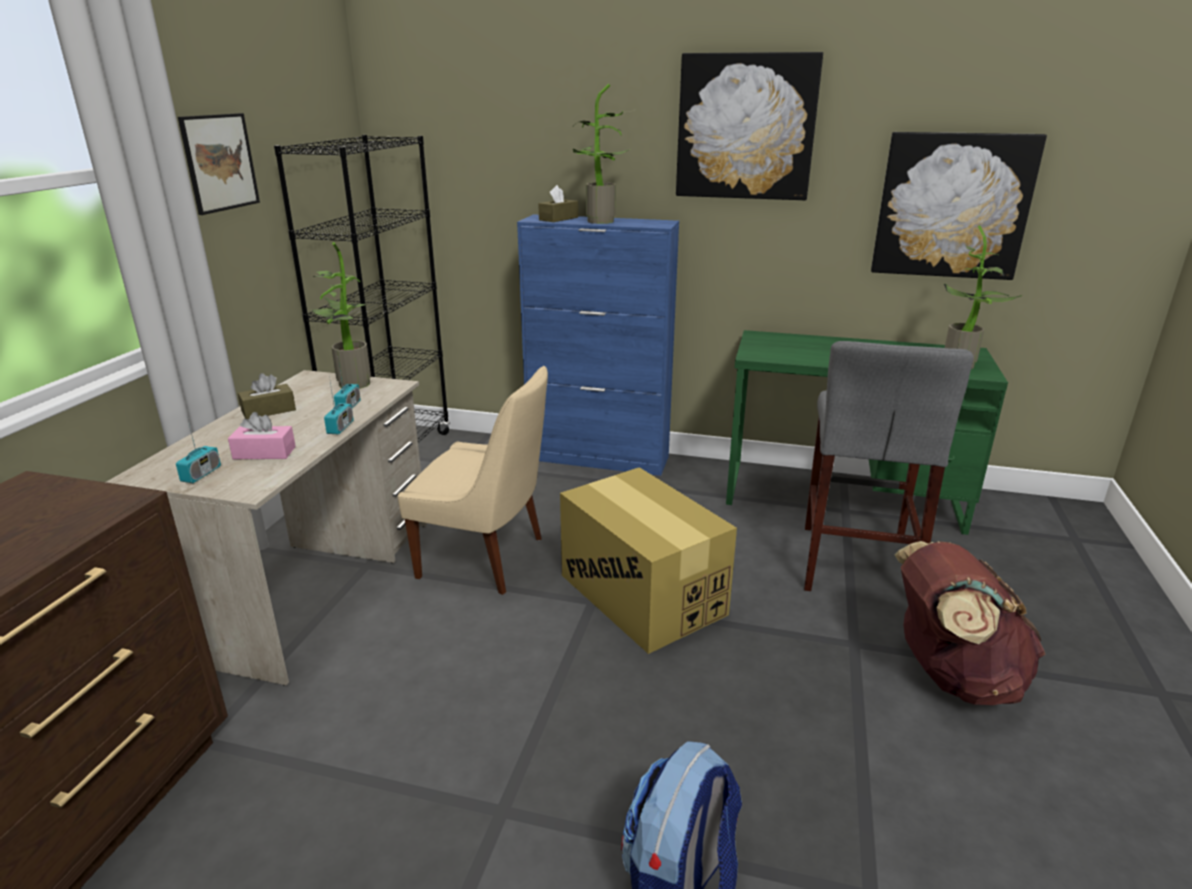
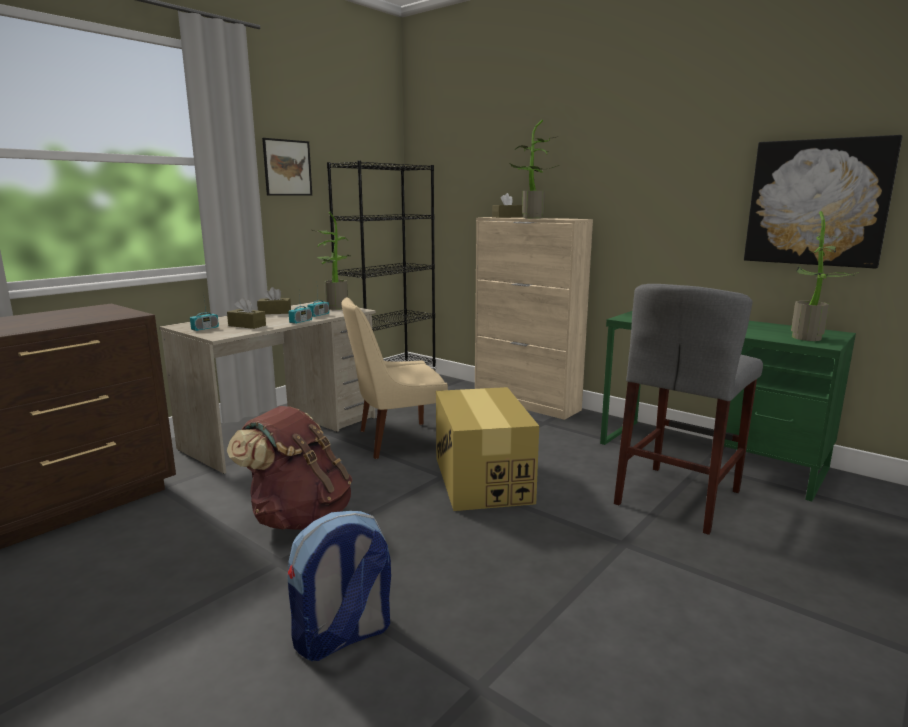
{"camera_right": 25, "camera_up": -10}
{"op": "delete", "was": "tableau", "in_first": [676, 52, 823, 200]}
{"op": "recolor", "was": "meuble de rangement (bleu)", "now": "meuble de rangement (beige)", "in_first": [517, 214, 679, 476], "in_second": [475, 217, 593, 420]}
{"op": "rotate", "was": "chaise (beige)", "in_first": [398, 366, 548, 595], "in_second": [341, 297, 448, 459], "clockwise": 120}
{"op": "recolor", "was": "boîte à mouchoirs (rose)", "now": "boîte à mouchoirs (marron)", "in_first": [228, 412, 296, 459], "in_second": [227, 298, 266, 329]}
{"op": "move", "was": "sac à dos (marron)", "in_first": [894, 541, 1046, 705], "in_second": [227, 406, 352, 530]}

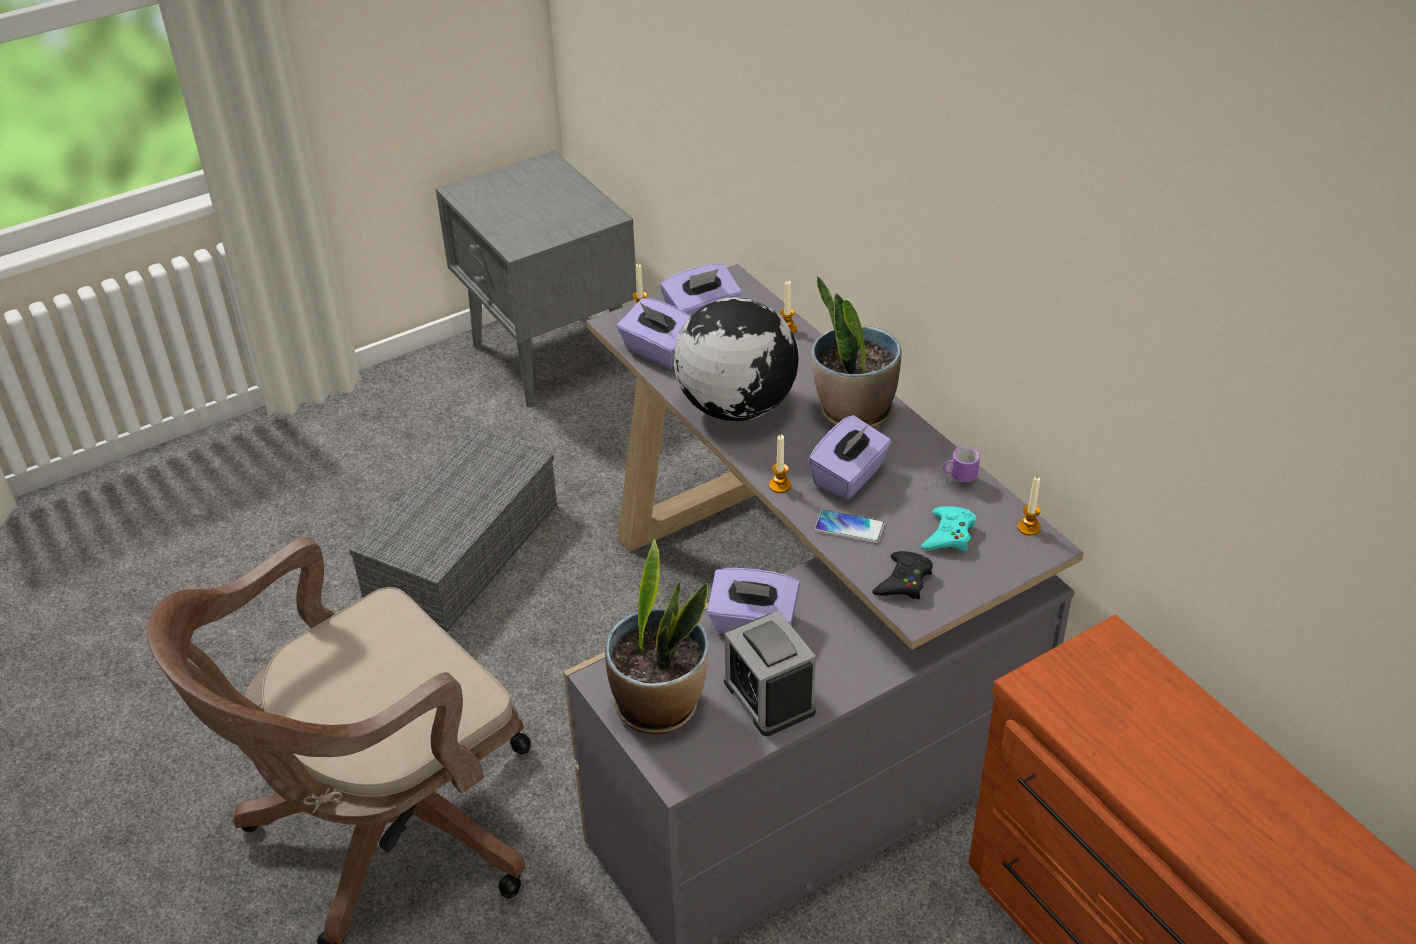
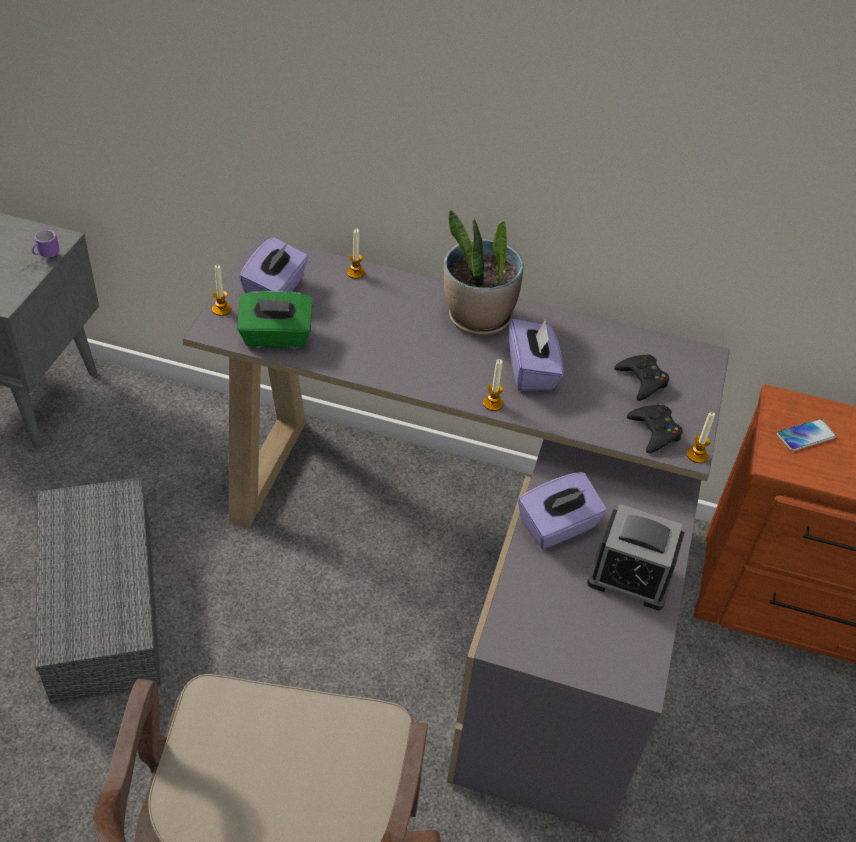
{"camera_right": -45, "camera_up": 5}
{"op": "delete", "was": "globe", "in_first": [673, 297, 799, 421]}
{"op": "recolor", "was": "boîte à mouchoirs (violet)", "now": "boîte à mouchoirs (vert)", "in_first": [617, 298, 691, 369], "in_second": [237, 290, 313, 349]}
{"op": "move", "was": "mug", "in_first": [920, 447, 980, 486], "in_second": [20, 230, 60, 272]}
{"op": "move", "was": "bougie", "in_first": [1017, 477, 1041, 536], "in_second": [687, 412, 715, 463]}
{"op": "recolor", "was": "manette (turquoise)", "now": "manette (noir)", "in_first": [921, 506, 976, 551], "in_second": [614, 354, 669, 401]}
{"op": "move", "was": "téléphone", "in_first": [815, 510, 885, 543], "in_second": [777, 419, 836, 451]}
{"op": "delete", "was": "plante en pot", "in_first": [605, 538, 709, 734]}

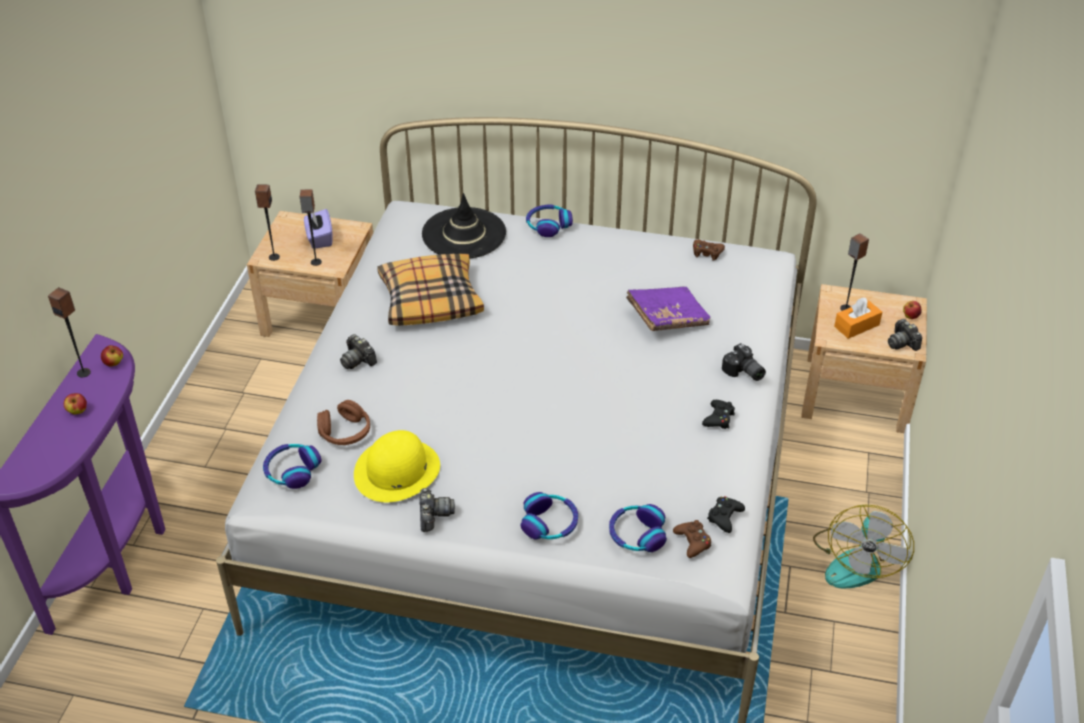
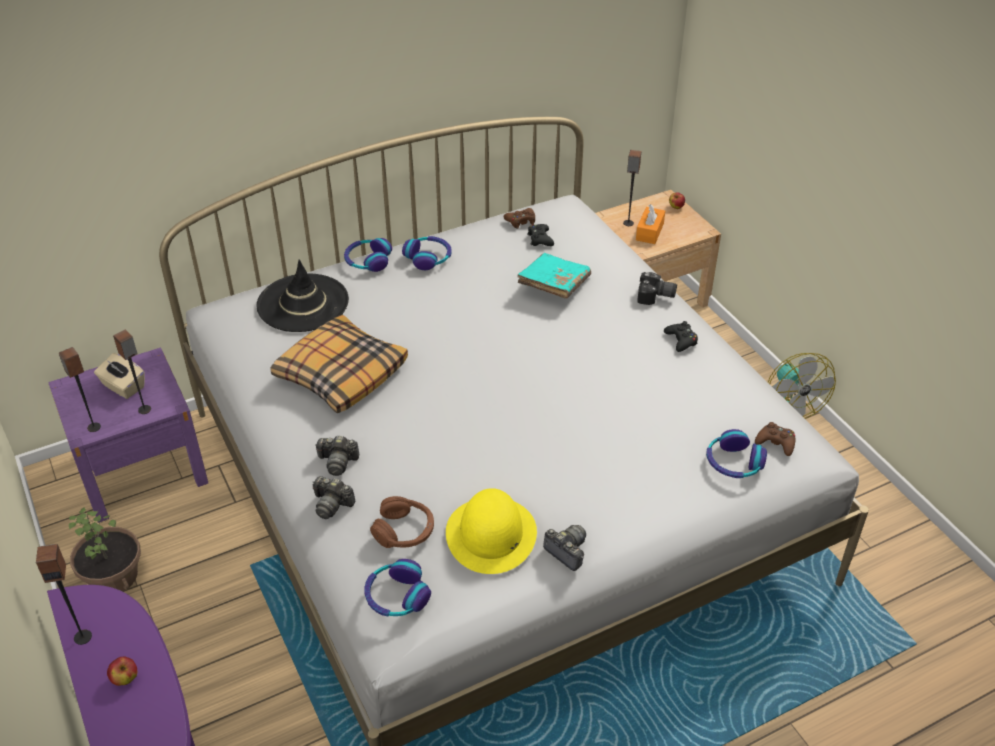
{"camera_right": -40, "camera_up": 0}
{"op": "recolor", "was": "boîte à mouchoirs (violet)", "now": "boîte à mouchoirs (beige)", "in_first": [304, 209, 333, 248], "in_second": [94, 353, 145, 399]}
{"op": "recolor", "was": "table de chevet (beige)", "now": "table de chevet (violet)", "in_first": [247, 211, 373, 337], "in_second": [48, 348, 208, 523]}
{"op": "recolor", "was": "livre (violet)", "now": "livre (turquoise)", "in_first": [626, 287, 710, 331], "in_second": [517, 253, 591, 299]}
{"op": "move", "was": "appareil photo", "in_first": [888, 319, 922, 351], "in_second": [313, 476, 356, 519]}
{"op": "delete", "was": "pomme", "in_first": [101, 345, 123, 367]}
{"op": "move", "was": "casque audio", "in_first": [521, 492, 578, 540], "in_second": [402, 236, 452, 270]}
{"op": "move", "was": "manette (noir)", "in_first": [707, 496, 745, 533], "in_second": [527, 224, 554, 246]}
{"op": "insert", "now": "plante en pot", "in_second": [69, 508, 141, 592]}

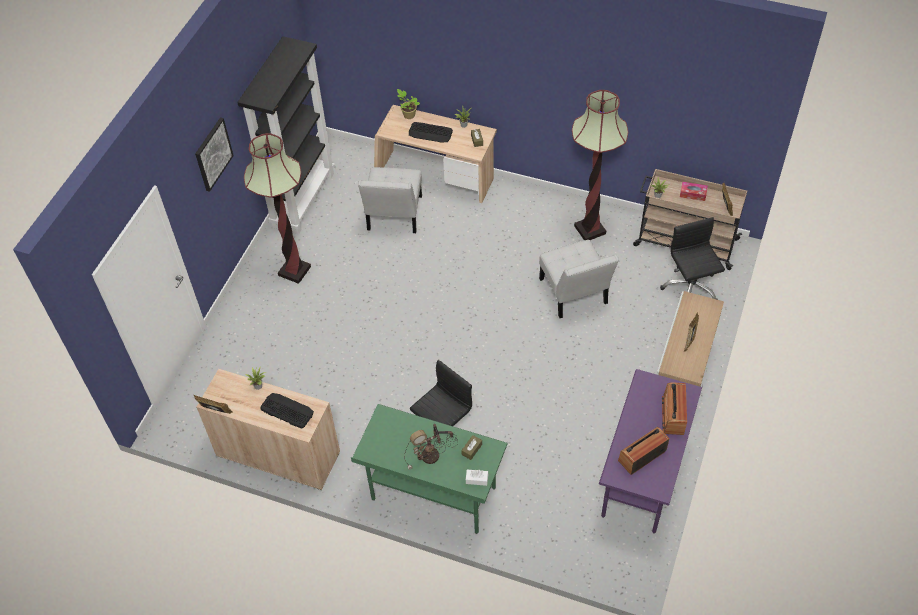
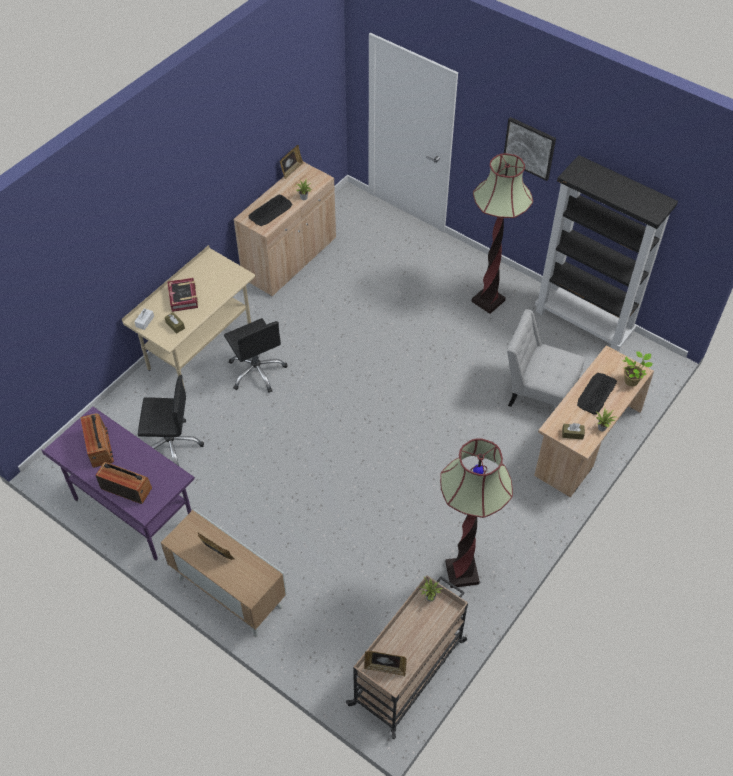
{"camera_right": 105, "camera_up": 0}
{"op": "delete", "was": "boîte à mouchoirs", "in_first": [680, 182, 708, 201]}
{"op": "move", "was": "chaise de bureau (noir)", "in_first": [660, 217, 725, 300], "in_second": [138, 375, 204, 466]}
{"op": "delete", "was": "chaise (blanc)", "in_first": [539, 240, 619, 318]}
{"op": "recolor", "was": "bureau (vert)", "now": "bureau (beige)", "in_first": [351, 404, 508, 534], "in_second": [122, 245, 256, 389]}
{"op": "replace", "was": "lampe de table", "now": "livre", "in_first": [404, 424, 458, 470], "in_second": [167, 278, 198, 312]}

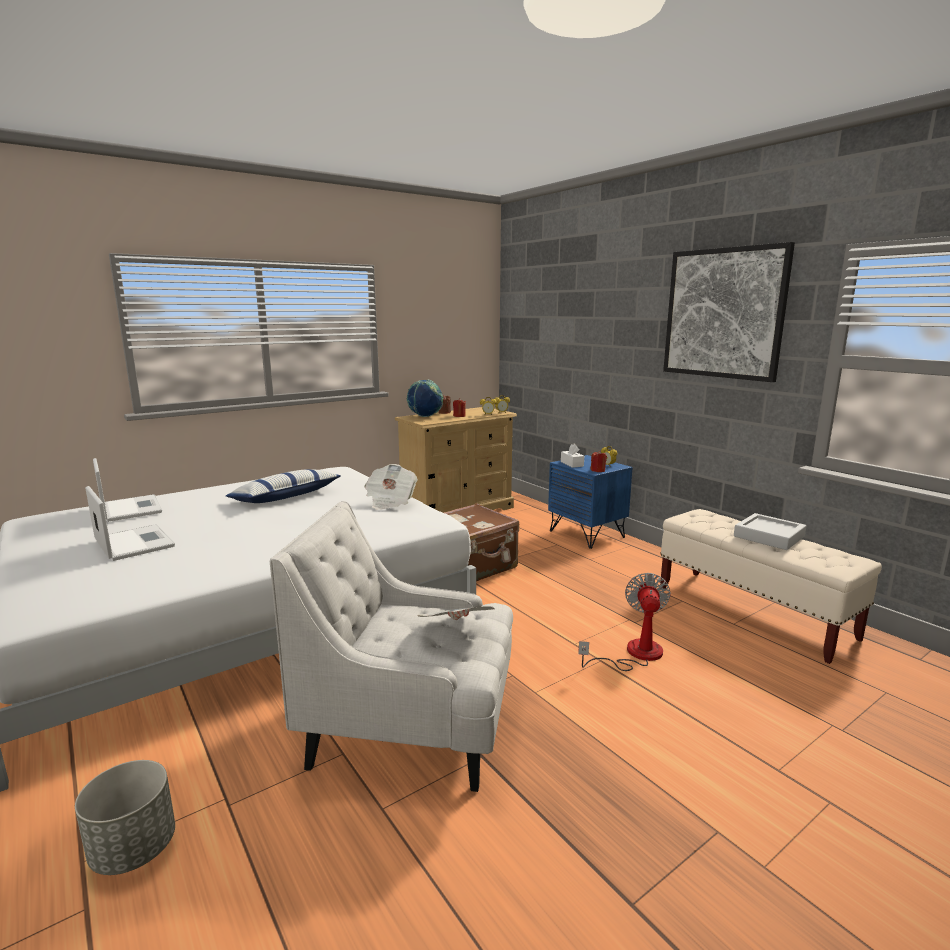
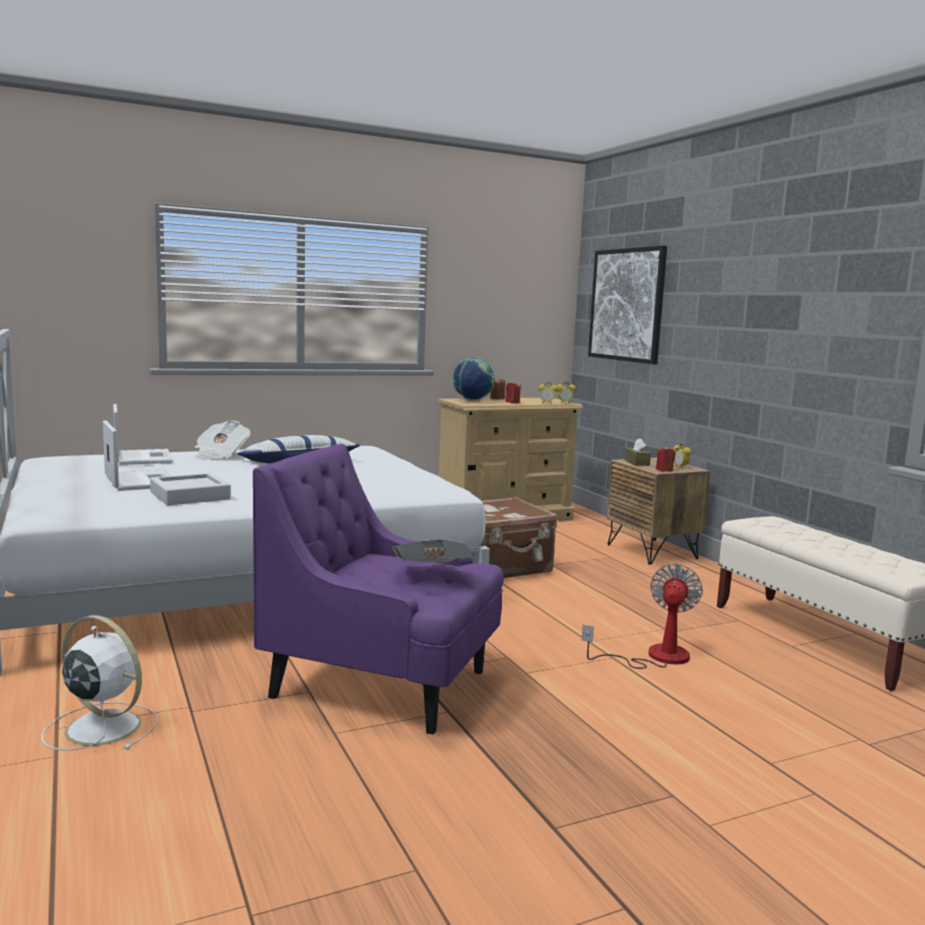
{"camera_right": 10, "camera_up": -5}
{"op": "move", "was": "tableau", "in_first": [663, 242, 795, 382], "in_second": [588, 245, 667, 364]}
{"op": "recolor", "was": "boîte à mouchoirs (blanc)", "now": "boîte à mouchoirs (marron)", "in_first": [561, 444, 584, 468], "in_second": [624, 438, 651, 466]}
{"op": "recolor", "was": "table de chevet (bleu)", "now": "table de chevet (marron)", "in_first": [548, 455, 633, 549], "in_second": [607, 458, 710, 565]}
{"op": "move", "was": "journal", "in_first": [364, 464, 418, 510], "in_second": [195, 420, 251, 460]}
{"op": "recolor", "was": "fauteuil (blanc)", "now": "fauteuil (violet)", "in_first": [270, 501, 513, 792], "in_second": [253, 443, 504, 735]}
{"op": "move", "was": "plateau (gris)", "in_first": [734, 513, 806, 550], "in_second": [150, 473, 231, 505]}
{"op": "replace", "was": "cache-pot (gris)", "now": "ventilateur (blanc)", "in_first": [75, 760, 175, 875], "in_second": [42, 615, 158, 751]}

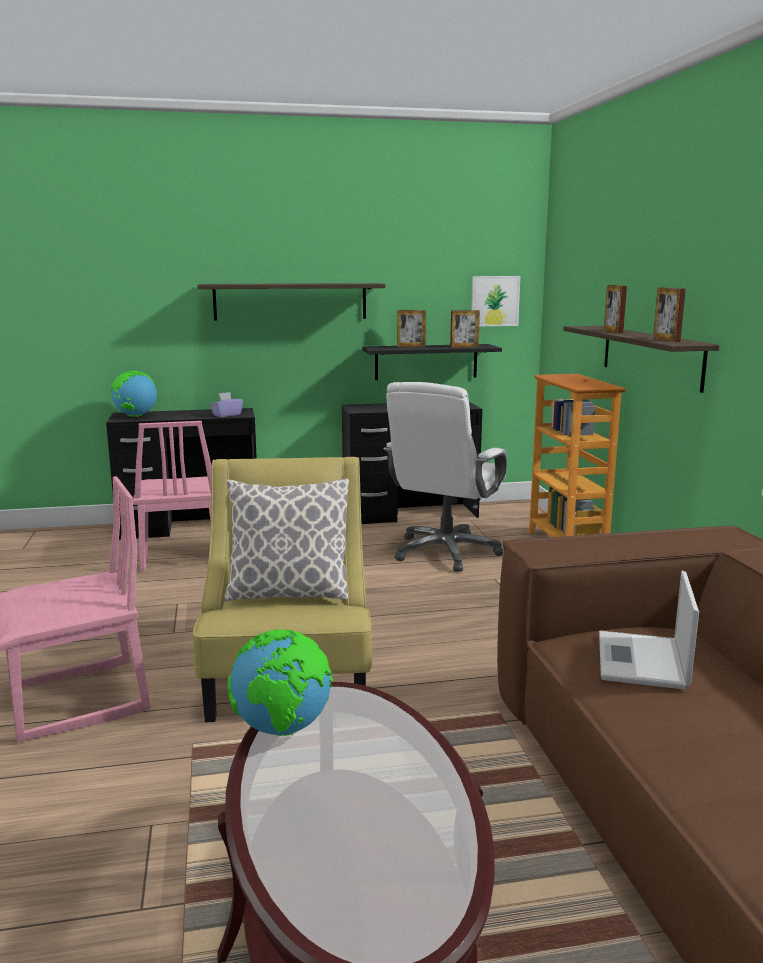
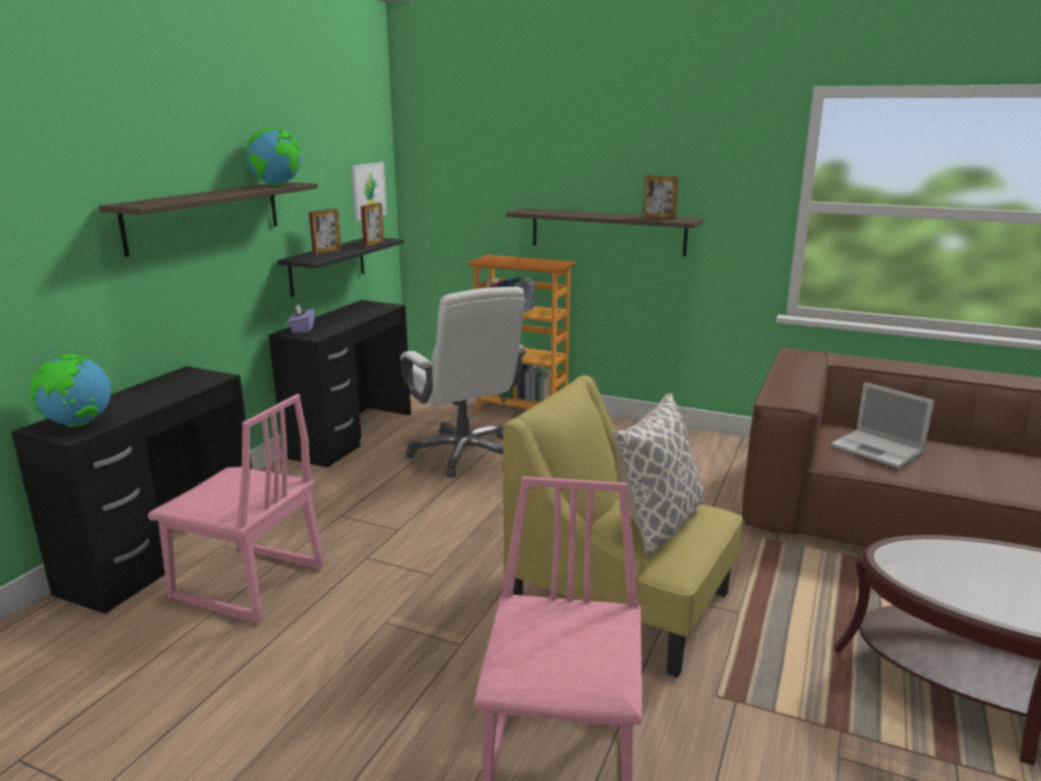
{"camera_right": -55, "camera_up": 5}
{"op": "delete", "was": "cadre photo", "in_first": [604, 285, 627, 333]}
{"op": "move", "was": "boîte à mouchoirs (violet)", "in_first": [210, 392, 243, 417], "in_second": [288, 304, 314, 333]}
{"op": "move", "was": "globe", "in_first": [228, 629, 333, 736], "in_second": [246, 128, 301, 185]}

